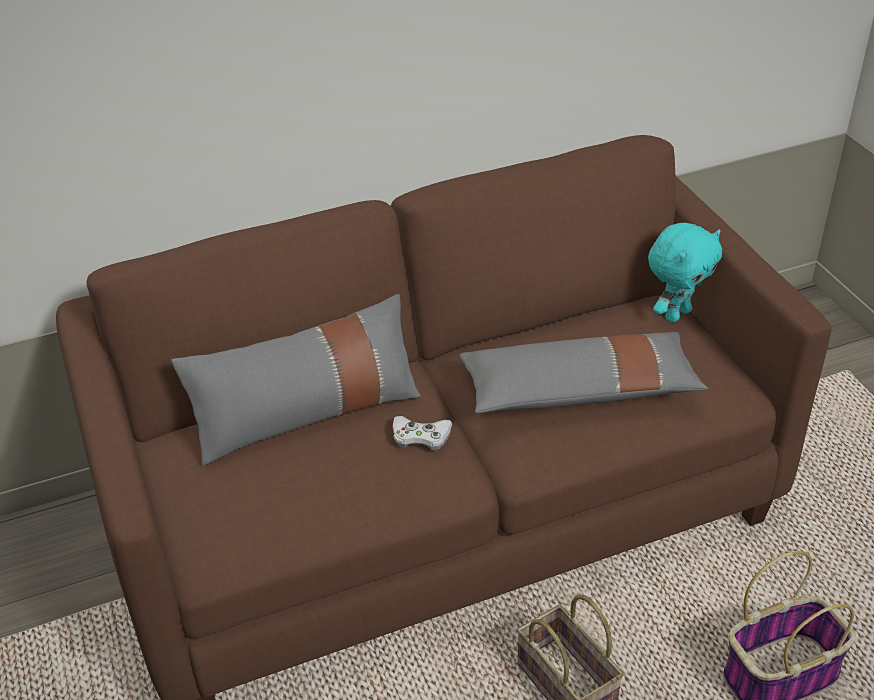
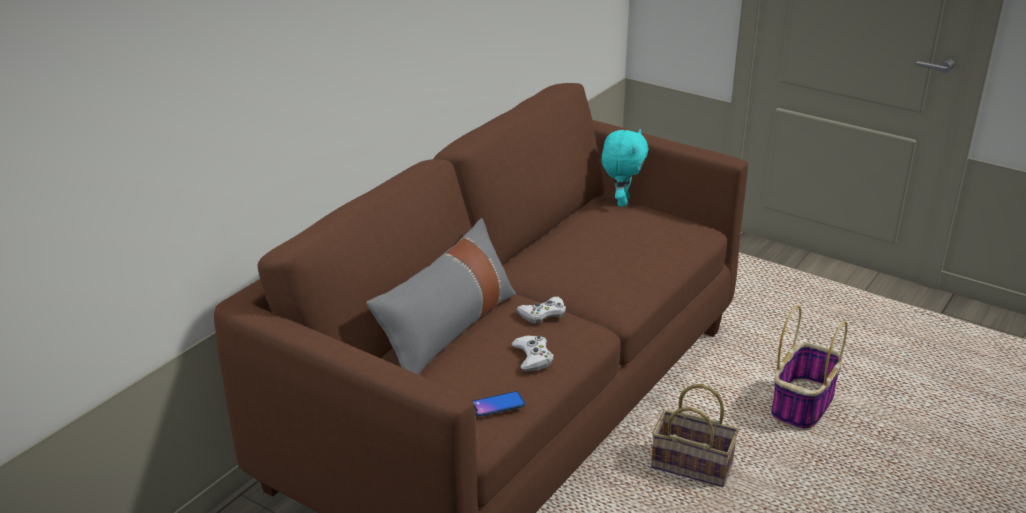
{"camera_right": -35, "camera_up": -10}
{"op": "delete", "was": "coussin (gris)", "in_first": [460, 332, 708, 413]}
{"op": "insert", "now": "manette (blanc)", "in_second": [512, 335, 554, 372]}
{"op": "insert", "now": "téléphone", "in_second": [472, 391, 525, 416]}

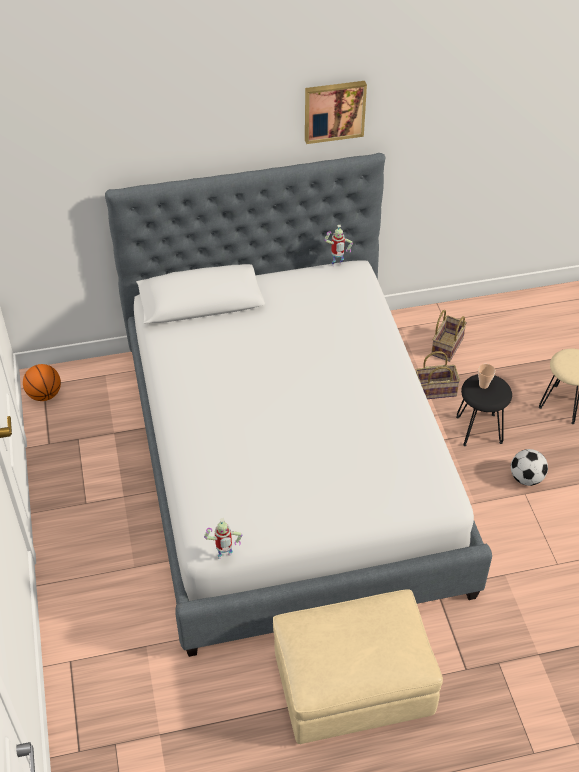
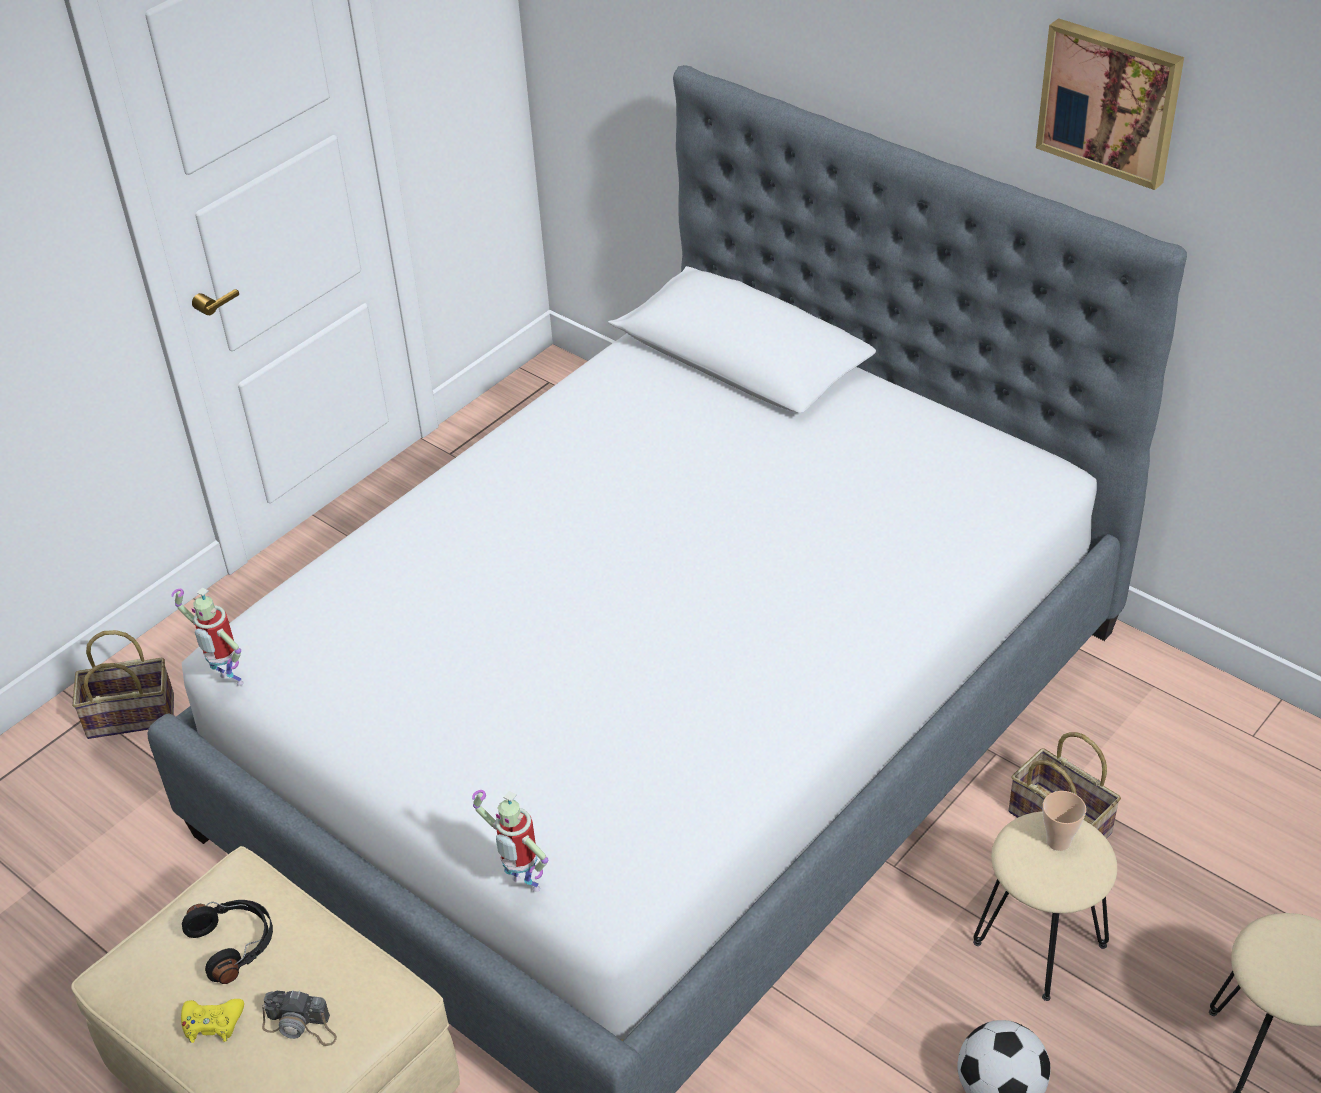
{"camera_right": 55, "camera_up": -5}
{"op": "move", "was": "robot jouet", "in_first": [324, 225, 353, 266], "in_second": [472, 790, 548, 892]}
{"op": "move", "was": "panier", "in_first": [431, 310, 467, 362], "in_second": [72, 630, 174, 739]}
{"op": "delete", "was": "ballon de basket", "in_first": [23, 364, 61, 401]}
{"op": "recolor", "was": "tabouret (noir)", "now": "tabouret (beige)", "in_first": [456, 374, 512, 446], "in_second": [973, 811, 1117, 1001]}
{"op": "insert", "now": "casque audio (noir)", "in_second": [182, 900, 273, 984]}
{"op": "insert", "now": "appareil photo", "in_second": [262, 990, 337, 1046]}
{"op": "insert", "now": "manette (jaune)", "in_second": [181, 999, 244, 1043]}

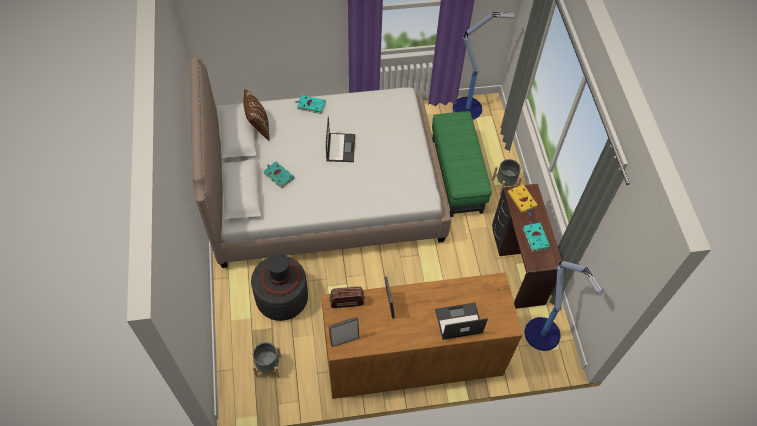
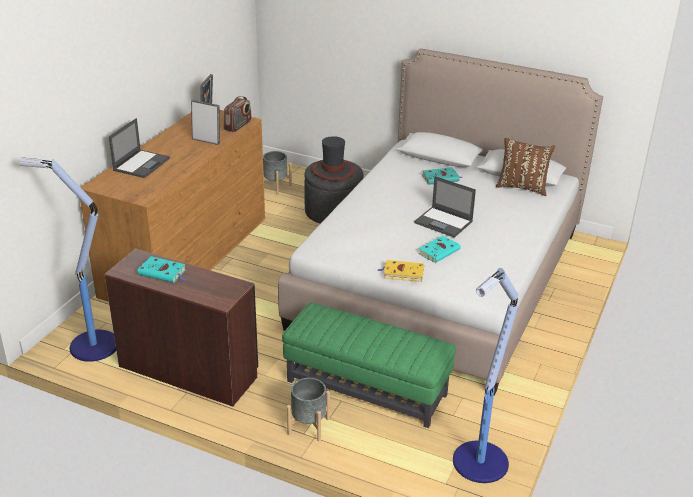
{"camera_right": 125, "camera_up": -25}
{"op": "move", "was": "livre (turquoise)", "in_first": [295, 95, 326, 114], "in_second": [418, 235, 461, 263]}
{"op": "move", "was": "livre (jaune)", "in_first": [508, 184, 537, 216], "in_second": [378, 260, 424, 282]}

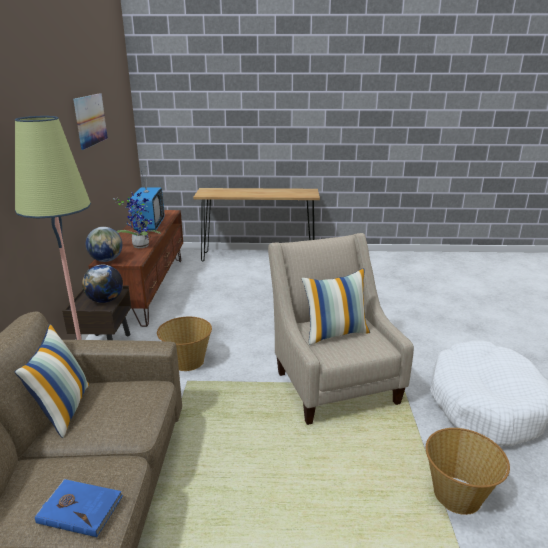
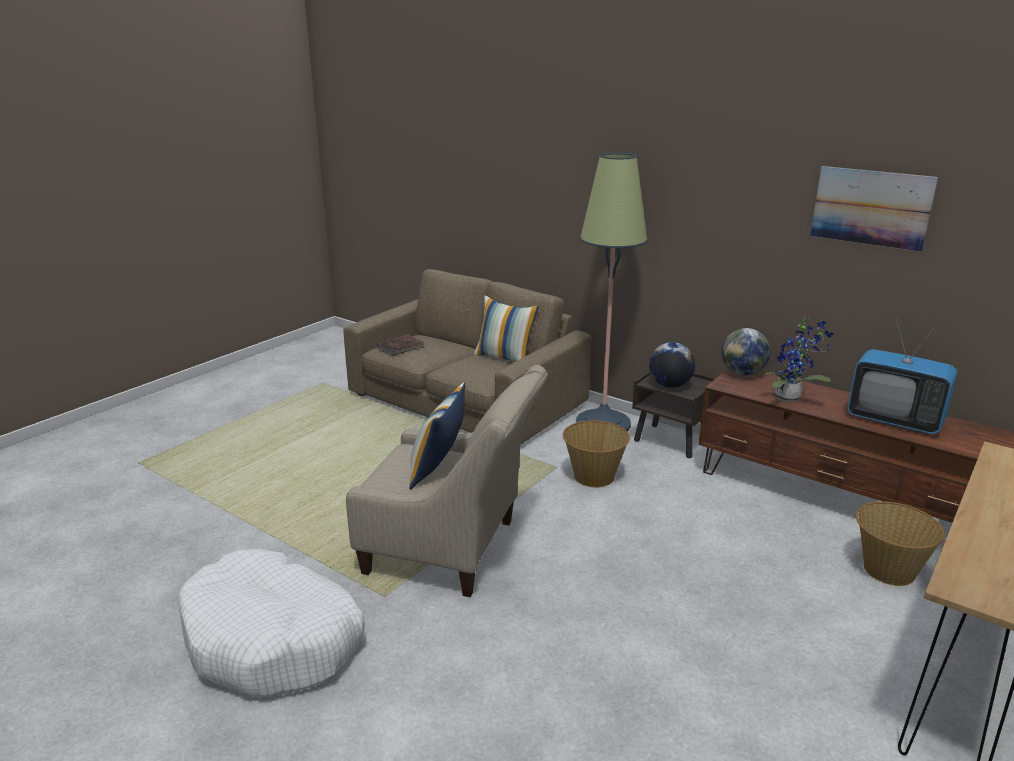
{"camera_right": 125, "camera_up": 0}
{"op": "move", "was": "panier", "in_first": [426, 428, 510, 515], "in_second": [856, 501, 945, 586]}
{"op": "recolor", "was": "livre (bleu)", "now": "livre (marron)", "in_first": [35, 479, 123, 537], "in_second": [377, 335, 426, 356]}

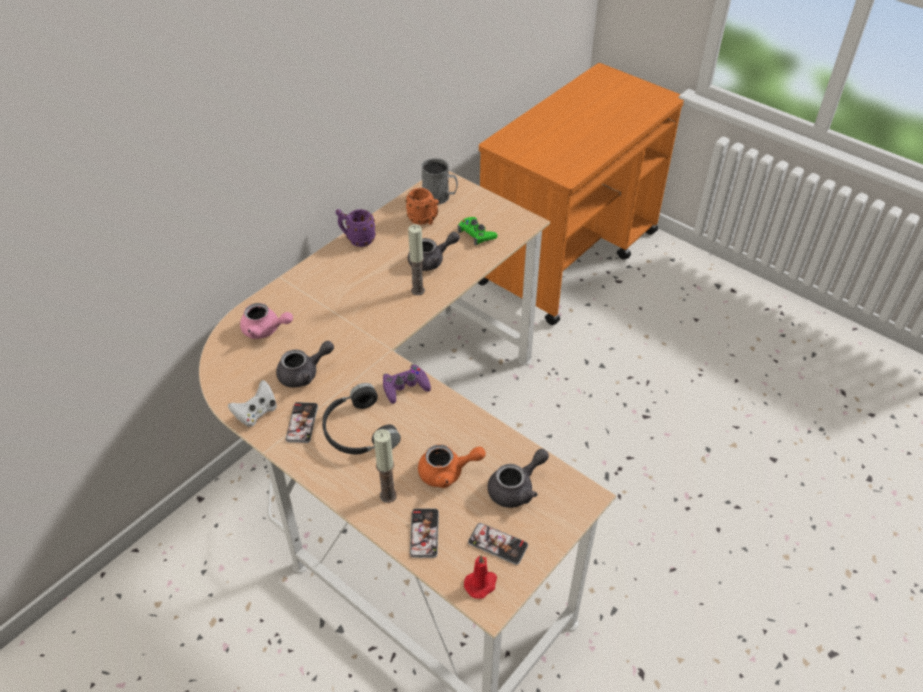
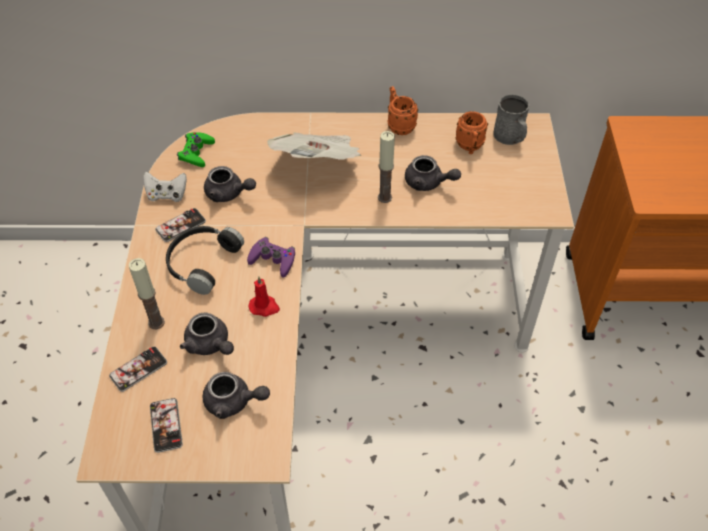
{"camera_right": 50, "camera_up": 5}
{"op": "recolor", "was": "mug (violet)", "now": "mug (orange)", "in_first": [335, 209, 376, 247], "in_second": [387, 86, 418, 135]}
{"op": "move", "was": "manette (vert)", "in_first": [457, 217, 497, 246], "in_second": [177, 132, 215, 167]}
{"op": "delete", "was": "théière (rose)", "in_first": [240, 303, 293, 339]}
{"op": "recolor", "was": "théière (orange)", "now": "théière (gris)", "in_first": [418, 444, 486, 488], "in_second": [180, 313, 234, 355]}
{"op": "move", "was": "bougie (rouge)", "in_first": [464, 555, 497, 599], "in_second": [249, 276, 280, 317]}
{"op": "insert", "now": "journal", "in_second": [267, 132, 361, 160]}

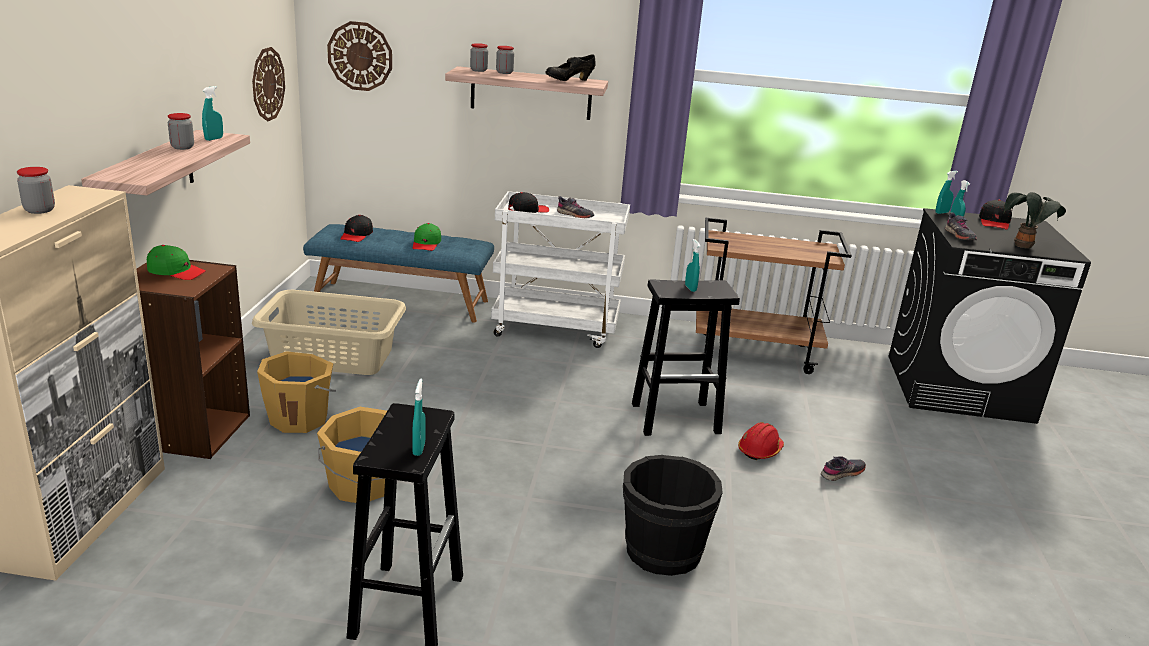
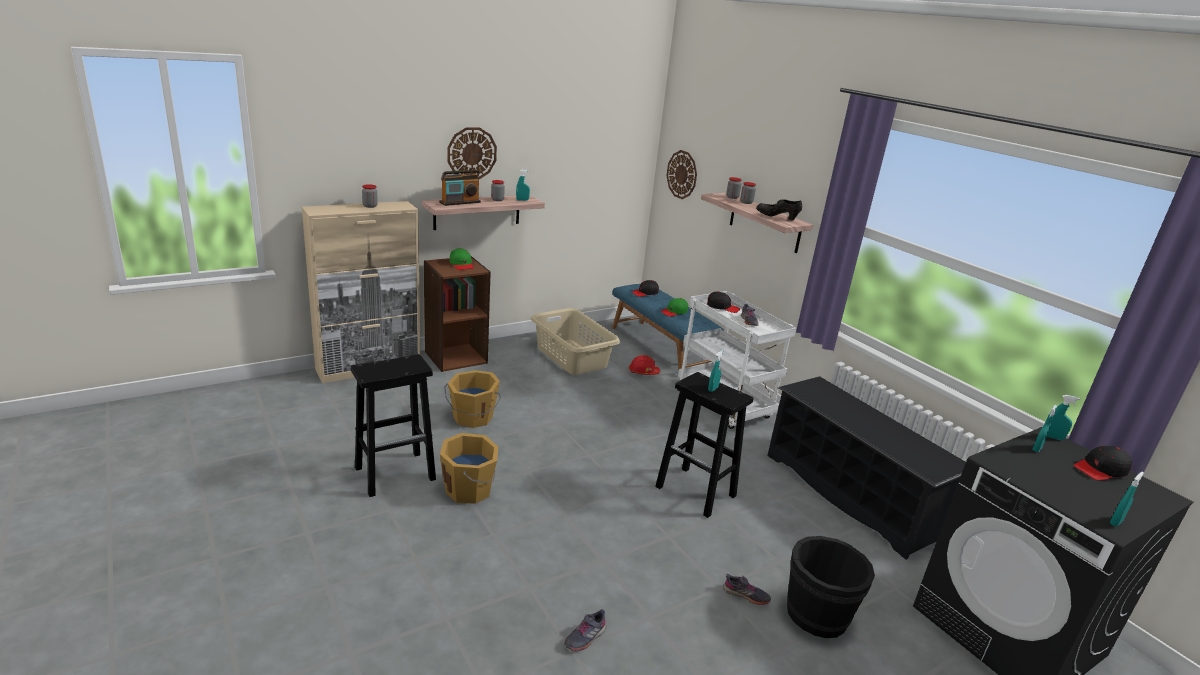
{"camera_right": 50, "camera_up": 0}
{"op": "move", "was": "horloge murale", "in_first": [252, 47, 285, 121], "in_second": [447, 127, 497, 180]}
{"op": "delete", "was": "plante en pot", "in_first": [1004, 192, 1066, 249]}
{"op": "move", "was": "chaussure (gris)", "in_first": [945, 212, 977, 240], "in_second": [564, 609, 606, 651]}
{"op": "replace", "was": "chariot (marron)", "now": "étagère à chaussures (noir)", "in_first": [696, 218, 852, 374], "in_second": [767, 376, 966, 560]}
{"op": "move", "was": "seau (orange)", "in_first": [257, 351, 336, 433], "in_second": [440, 433, 498, 504]}
{"op": "move", "was": "vaporisateur (turquoise)", "in_first": [412, 378, 426, 456], "in_second": [1110, 472, 1144, 526]}
{"op": "move", "was": "casque de chantier (rouge)", "in_first": [738, 422, 784, 460], "in_second": [629, 355, 660, 375]}
{"op": "move", "was": "seau (noir)", "in_first": [623, 455, 723, 576], "in_second": [787, 536, 875, 638]}
{"op": "insert", "now": "radio", "in_second": [439, 170, 481, 206]}

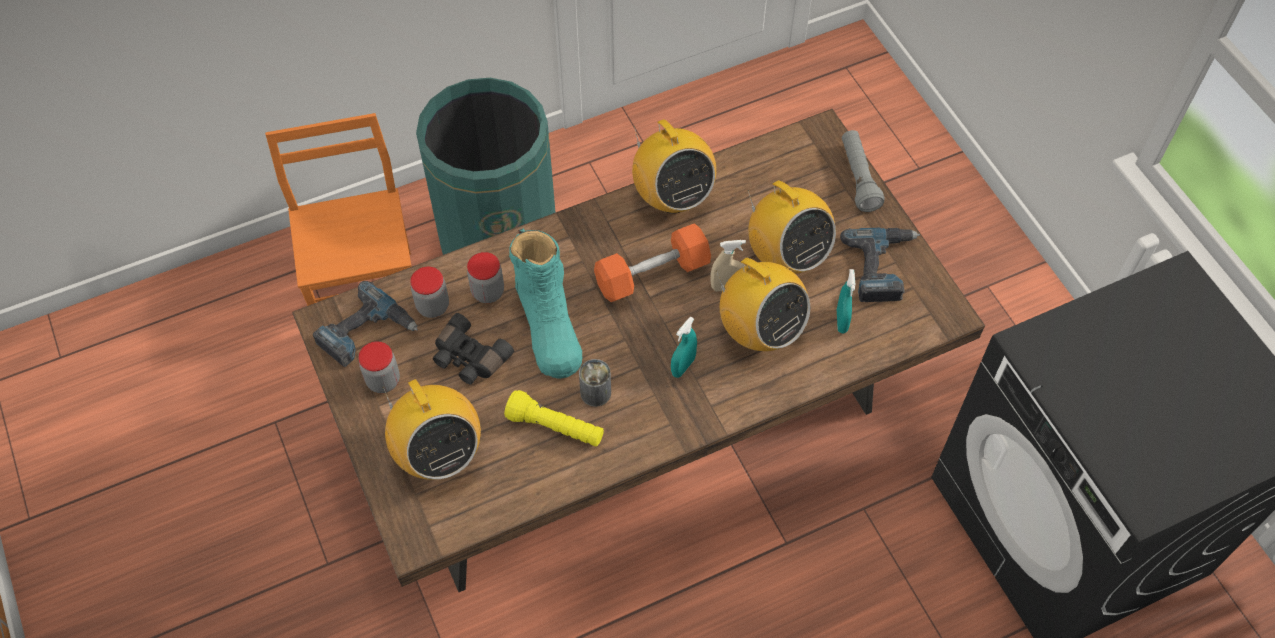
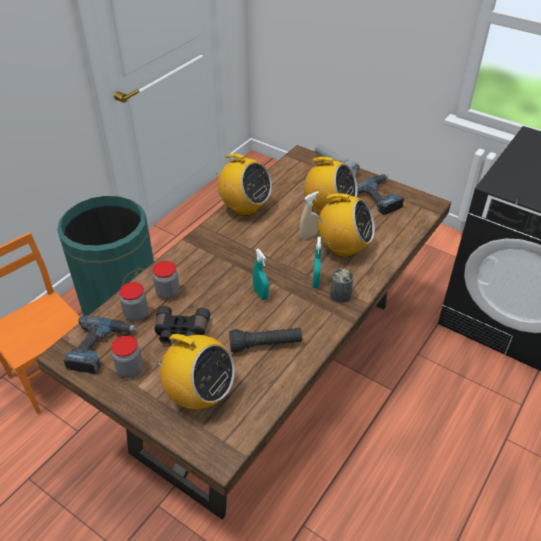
{"camera_right": -30, "camera_up": -15}
{"op": "delete", "was": "haltère (orange)", "in_first": [594, 223, 711, 302]}
{"op": "delete", "was": "botte (turquoise)", "in_first": [509, 228, 582, 379]}
{"op": "move", "was": "vaporisateur (turquoise)", "in_first": [837, 269, 855, 333], "in_second": [253, 249, 269, 300]}
{"op": "move", "was": "boîte métallique", "in_first": [579, 359, 611, 407], "in_second": [330, 268, 354, 303]}
{"op": "recolor", "was": "lampe de poche (jaune)", "now": "lampe de poche (noir)", "in_first": [504, 390, 604, 447], "in_second": [229, 328, 302, 353]}

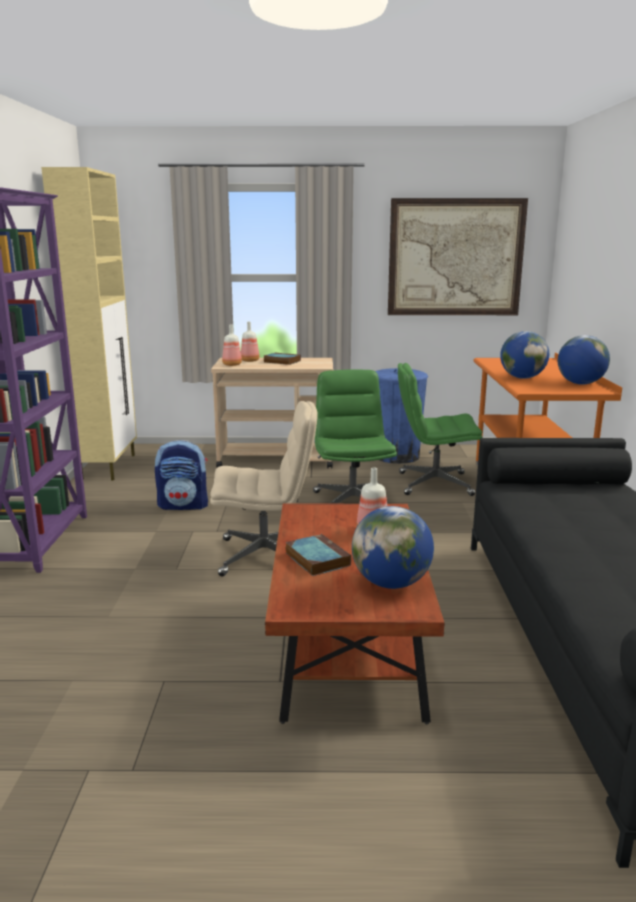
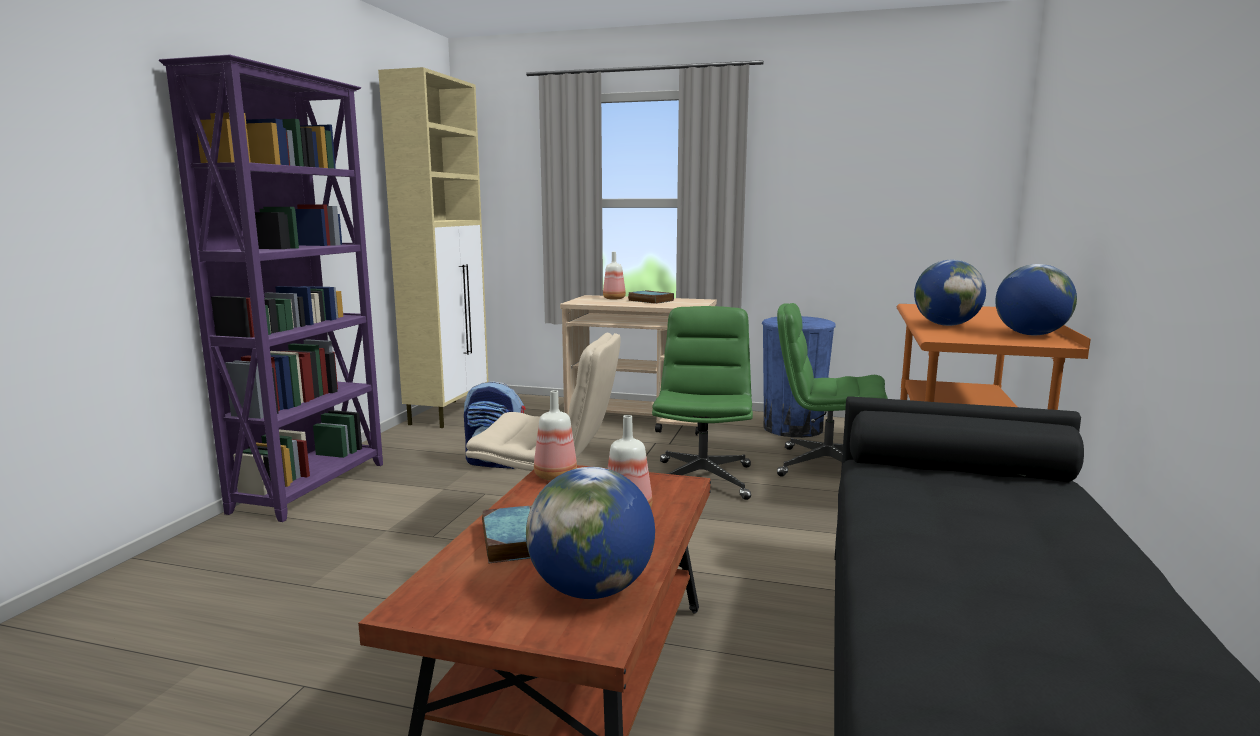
{"camera_right": 15, "camera_up": -5}
{"op": "delete", "was": "tableau", "in_first": [388, 198, 528, 315]}
{"op": "move", "was": "bouteille", "in_first": [222, 324, 242, 366], "in_second": [534, 390, 577, 481]}

